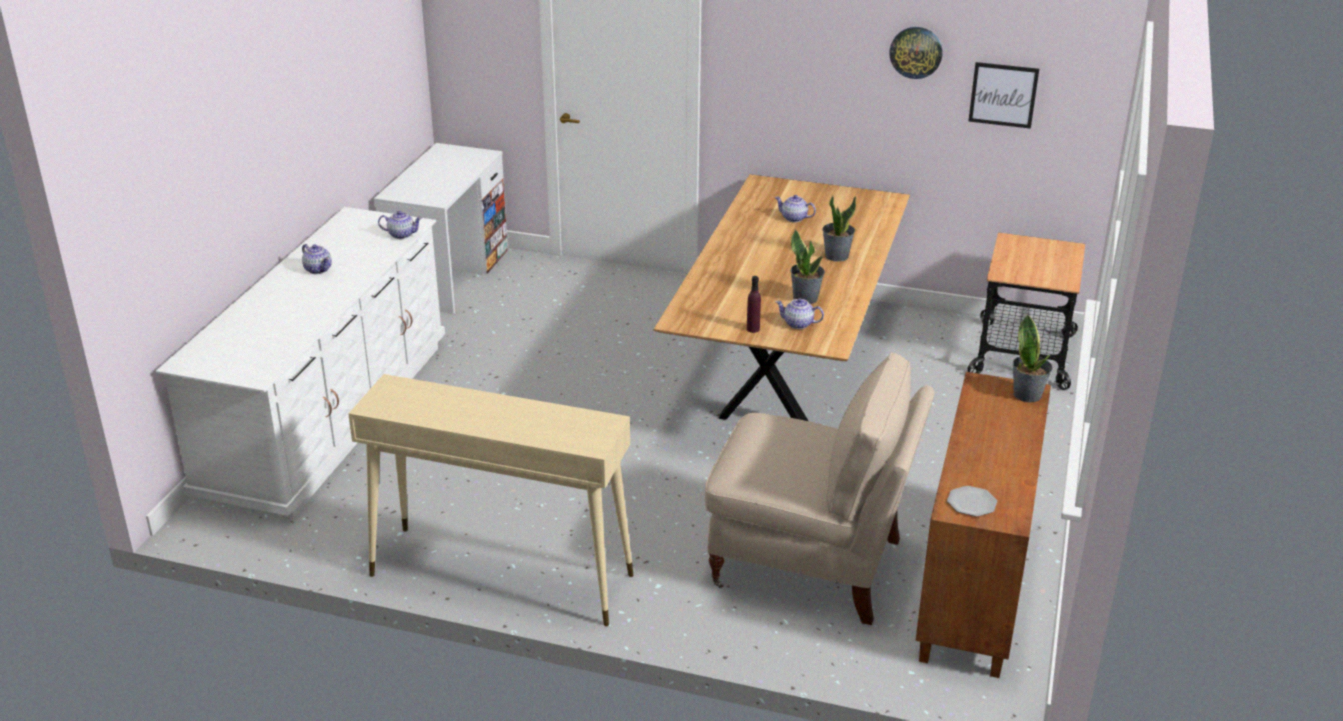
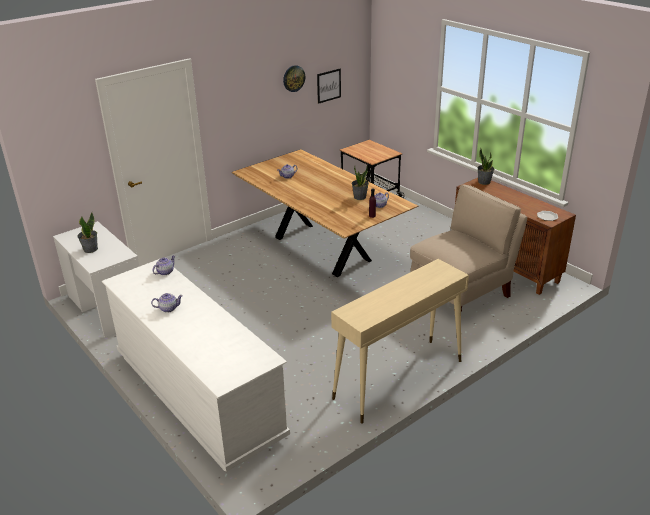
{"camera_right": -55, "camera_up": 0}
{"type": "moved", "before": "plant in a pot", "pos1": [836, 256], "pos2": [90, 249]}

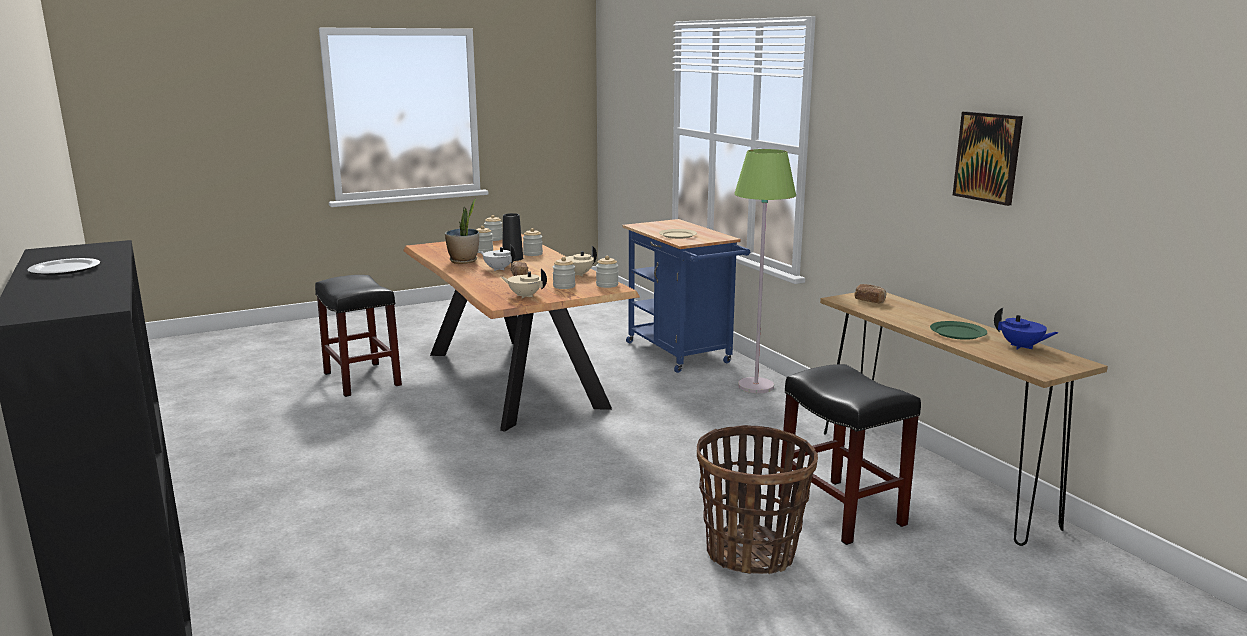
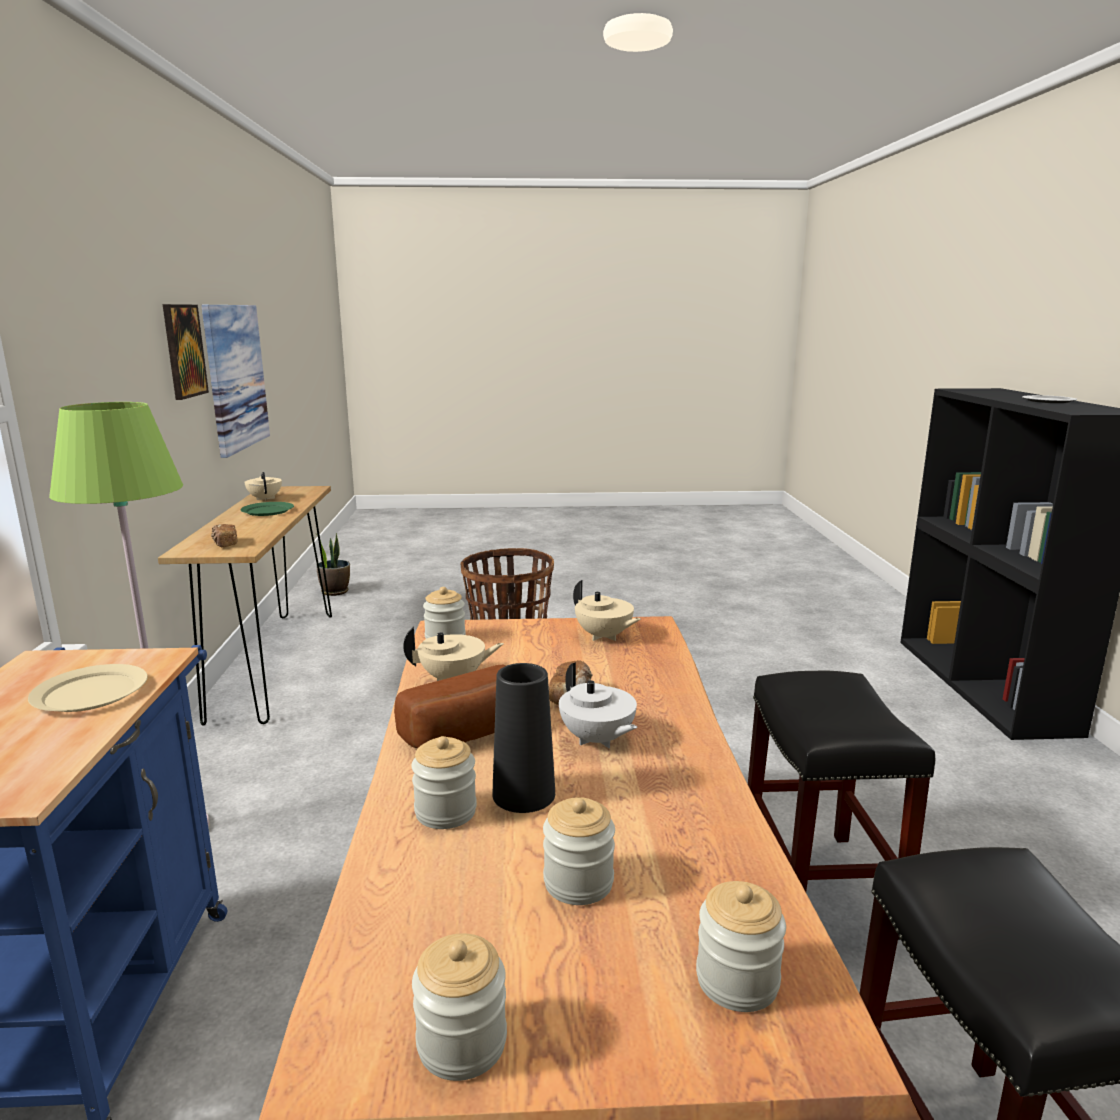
{"camera_right": -155, "camera_up": 0}
{"type": "moved", "before": "plant in a pot", "pos1": [464, 261], "pos2": [335, 591]}
{"type": "moved", "before": "storage jar", "pos1": [564, 286], "pos2": [737, 980]}
{"type": "moved", "before": "stool seat (blackish)", "pos1": [839, 510], "pos2": [820, 886]}
{"type": "recoloured", "before": "tea pot (bluish)", "after": "tea pot (beige)", "pos1": [1021, 347], "pos2": [265, 499]}
{"type": "added", "after": "wall picture", "pos2": [236, 377]}
{"type": "added", "after": "baked bread", "pos2": [468, 734]}

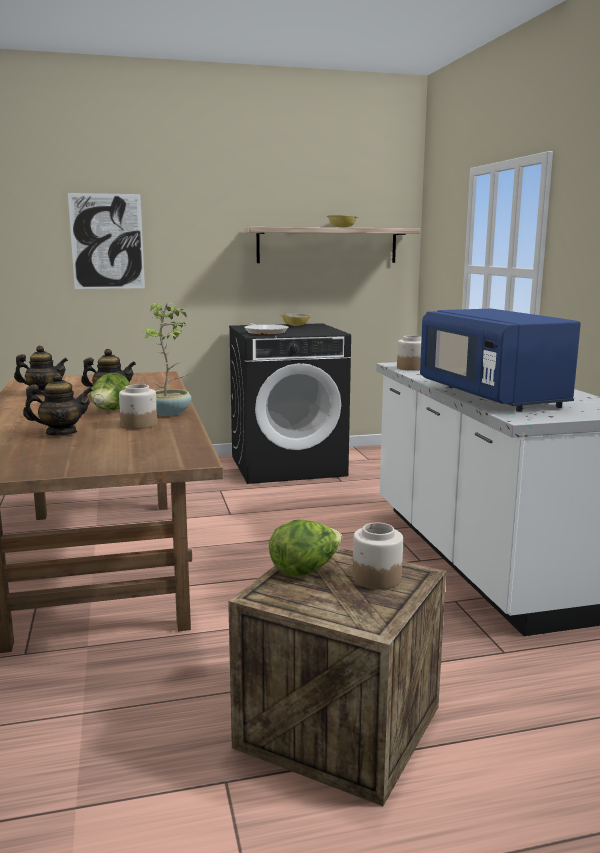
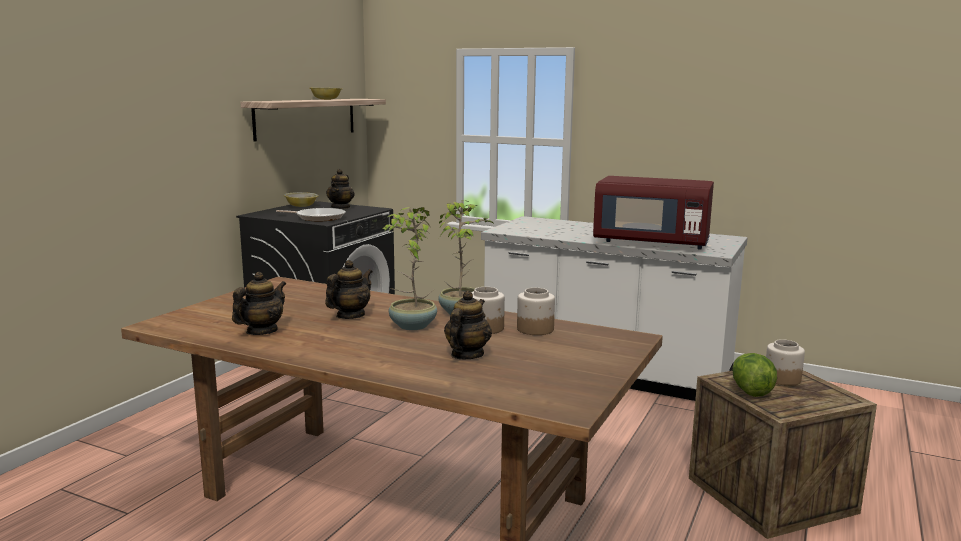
{"camera_right": -50, "camera_up": 0}
{"type": "removed", "before": "wall picture", "pos1": [107, 241]}
{"type": "replaced", "before": "head of lettuce", "after": "plant in a pot", "pos1": [111, 411], "pos2": [411, 326]}
{"type": "moved", "before": "storage jar", "pos1": [411, 368], "pos2": [534, 329]}
{"type": "recoloured", "before": "microwave oven (bluish)", "after": "microwave oven (red-coloured)", "pos1": [492, 396], "pos2": [651, 243]}
{"type": "added", "after": "tea pot", "pos2": [341, 207]}

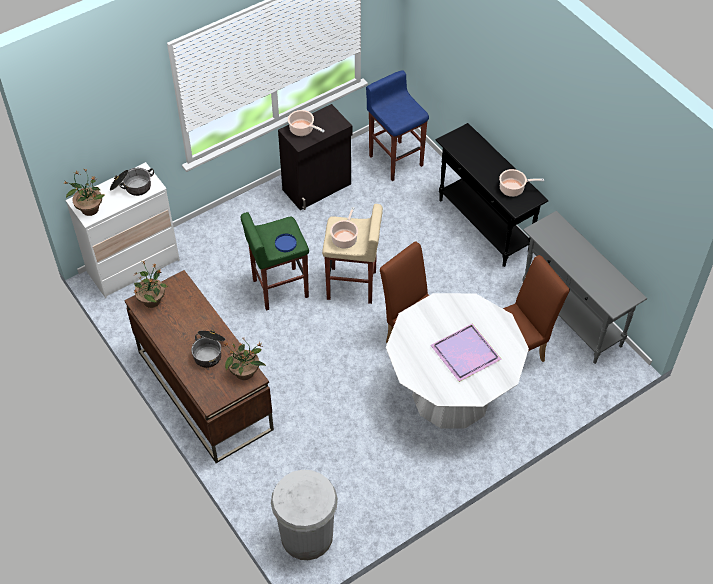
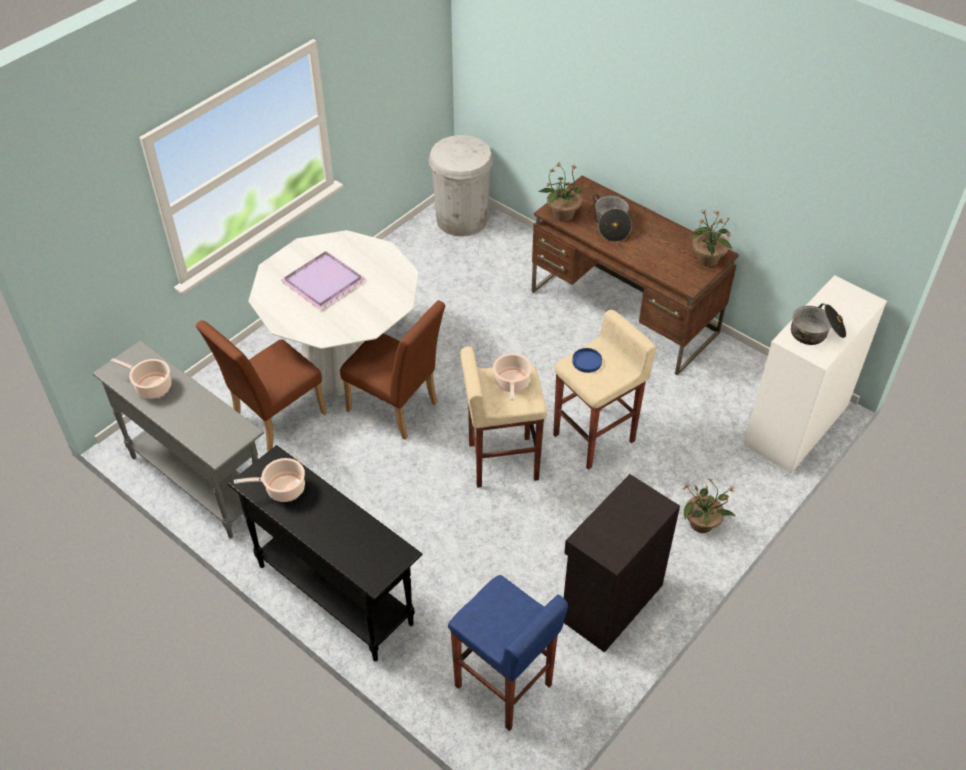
{"camera_right": 165, "camera_up": -5}
{"type": "moved", "before": "plant in a pot", "pos1": [89, 208], "pos2": [702, 524]}
{"type": "recoloured", "before": "stool seat (green-coloured)", "after": "stool seat (beige)", "pos1": [279, 288], "pos2": [595, 438]}
{"type": "moved", "before": "stockpot", "pos1": [303, 130], "pos2": [151, 386]}

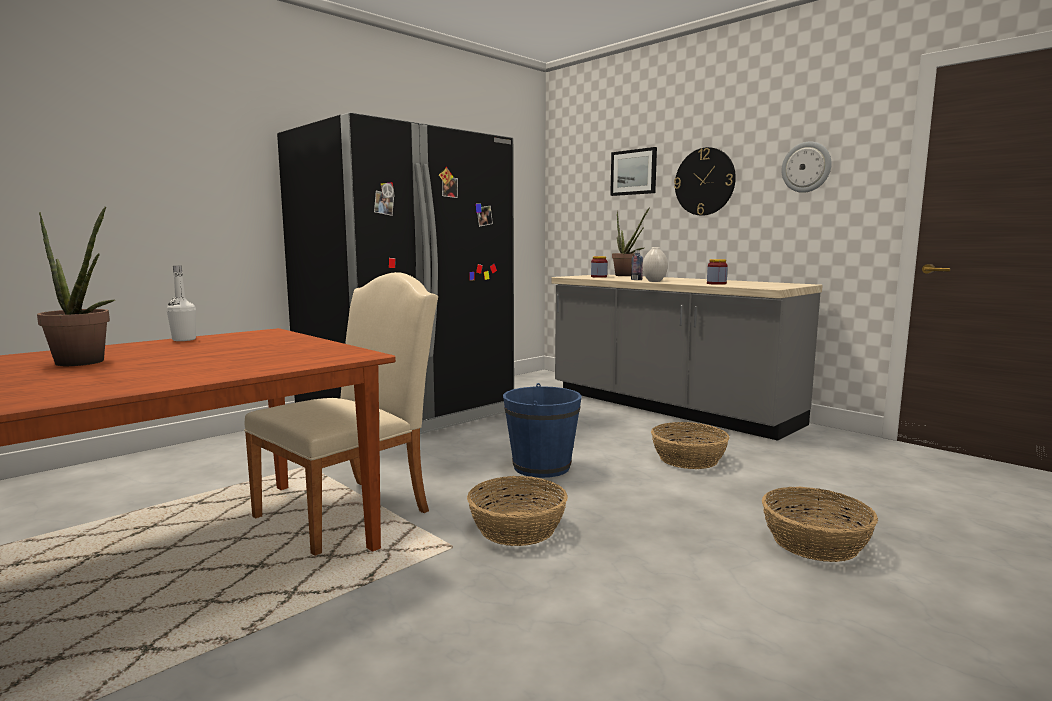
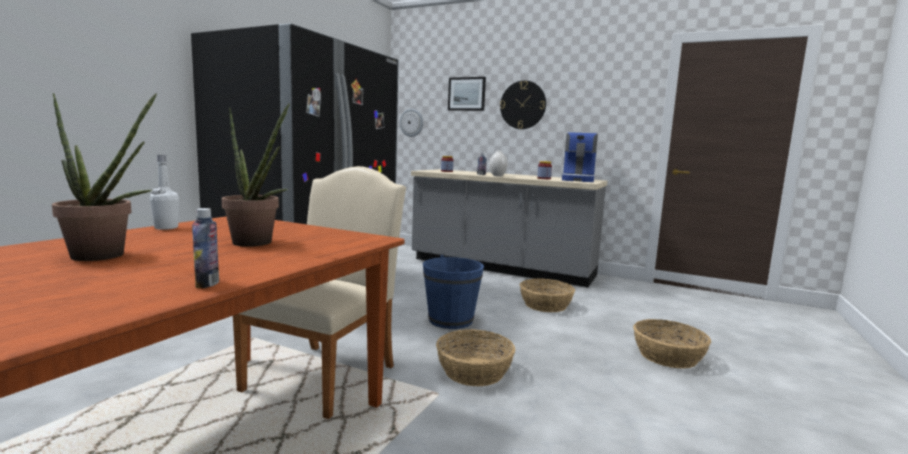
{"camera_right": -20, "camera_up": 0}
{"type": "moved", "before": "plant in a pot", "pos1": [627, 276], "pos2": [257, 244]}
{"type": "moved", "before": "clock on the wall", "pos1": [806, 167], "pos2": [411, 122]}
{"type": "added", "after": "drink bottle", "pos2": [207, 284]}
{"type": "added", "after": "coffee machine", "pos2": [578, 180]}

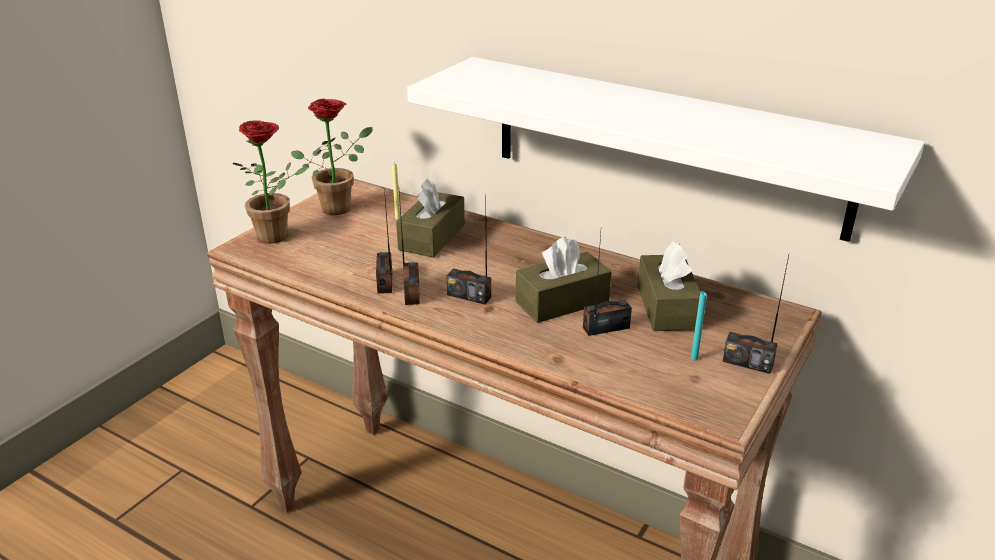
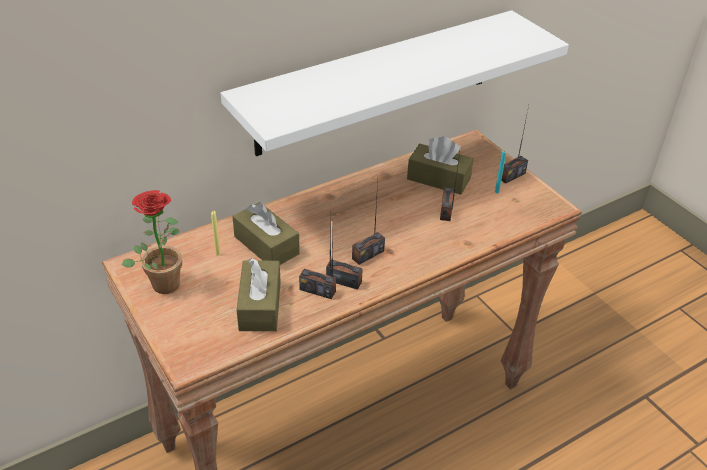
{"camera_right": -65, "camera_up": 10}
{"type": "removed", "before": "plant in a pot", "pos1": [279, 236]}
{"type": "moved", "before": "tissue holder (brown-coloured)", "pos1": [562, 302], "pos2": [260, 305]}

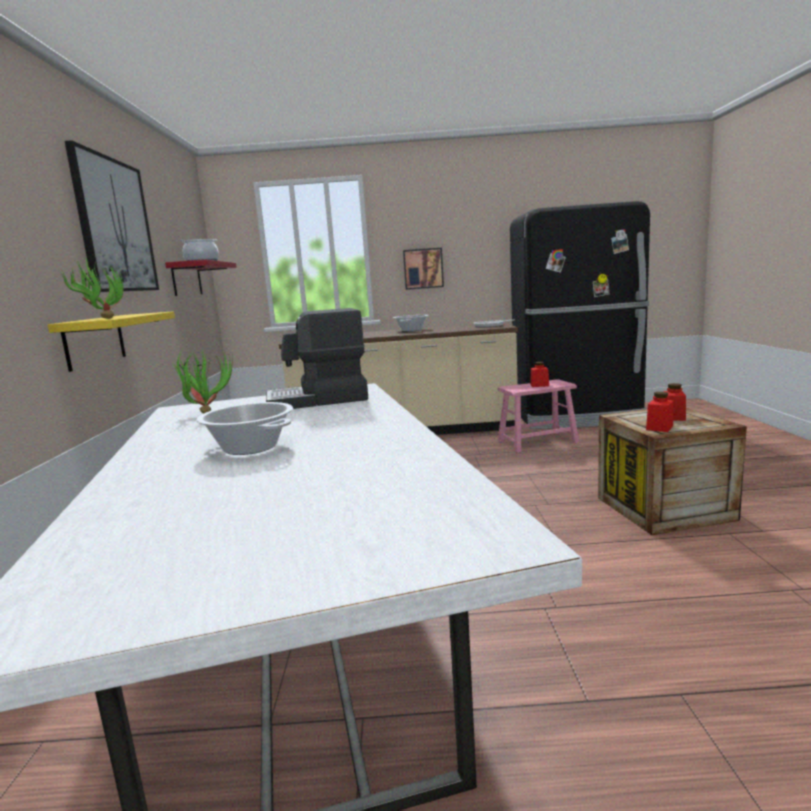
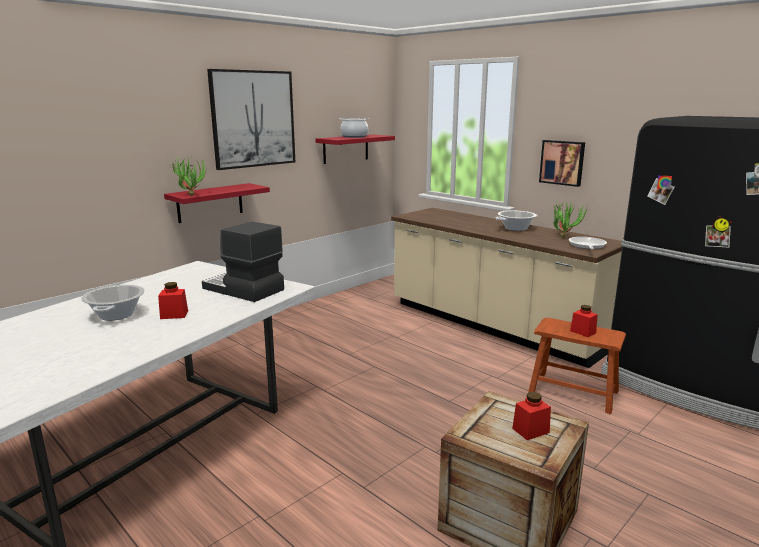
{"camera_right": 45, "camera_up": 5}
{"type": "recoloured", "before": "shelf (yellow)", "after": "shelf (red-coloured)", "pos1": [95, 341], "pos2": [210, 203]}
{"type": "moved", "before": "plant in a pot", "pos1": [207, 412], "pos2": [564, 236]}
{"type": "recoloured", "before": "stool seat (pink-coloured)", "after": "stool seat (brown-coloured)", "pos1": [537, 442], "pos2": [573, 392]}
{"type": "moved", "before": "storage jar (red-coloured)", "pos1": [659, 427], "pos2": [174, 315]}

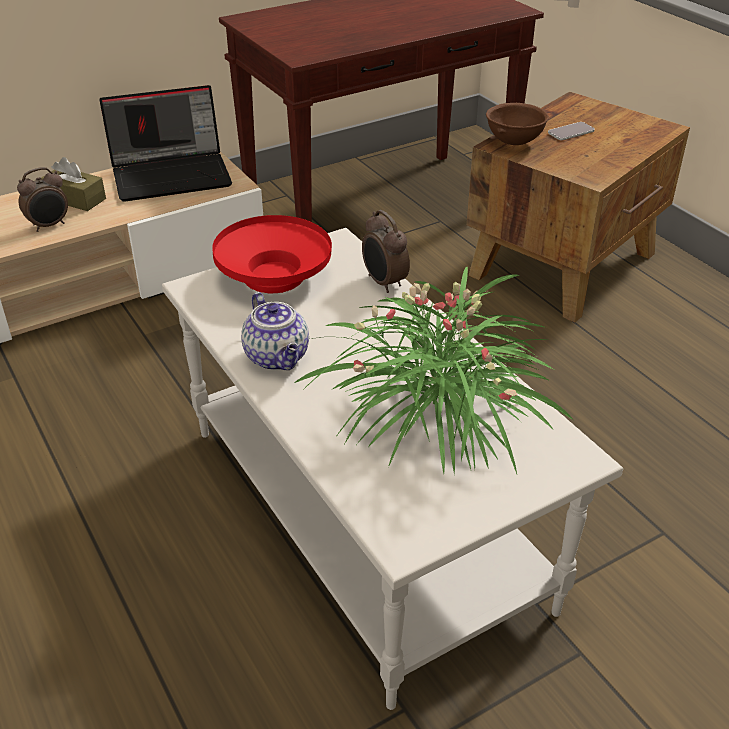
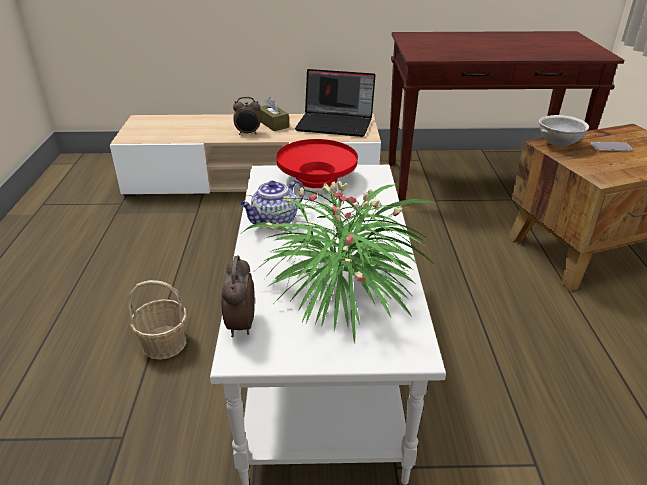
{"camera_right": 30, "camera_up": -5}
{"type": "turned", "before": "tea pot", "pos1": [278, 358], "pos2": [274, 222], "turn": 45}
{"type": "moved", "before": "table clock", "pos1": [384, 283], "pos2": [240, 325]}
{"type": "recoloured", "before": "bowl (brown-coloured)", "after": "bowl (greyish)", "pos1": [513, 142], "pos2": [557, 144]}
{"type": "added", "after": "storage basket", "pos2": [164, 343]}

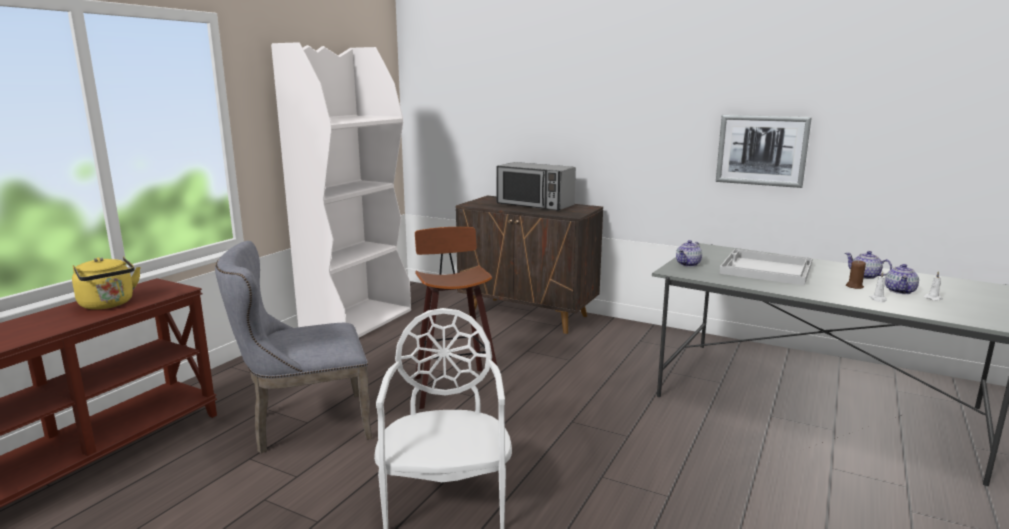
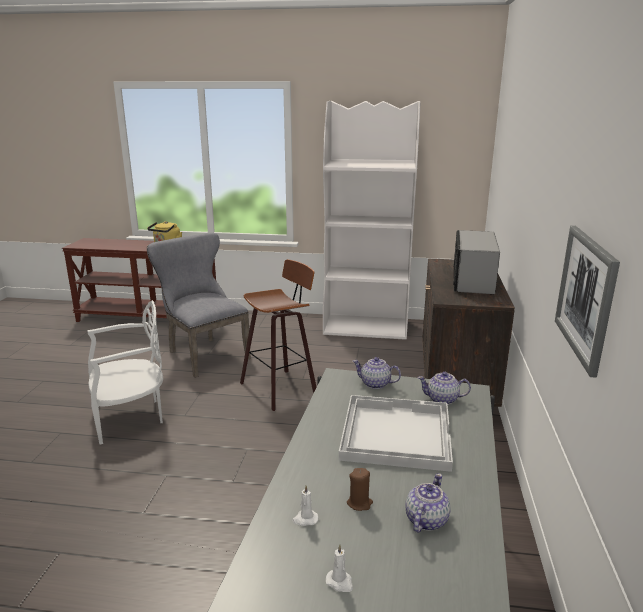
{"camera_right": 70, "camera_up": 5}
{"type": "moved", "before": "tea pot", "pos1": [900, 291], "pos2": [442, 399]}

